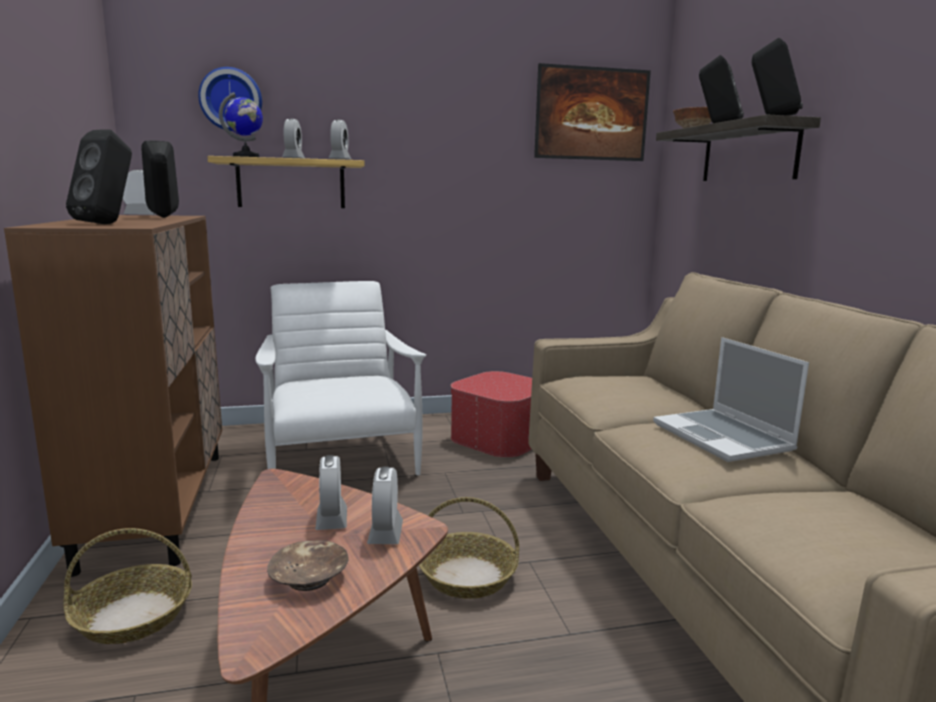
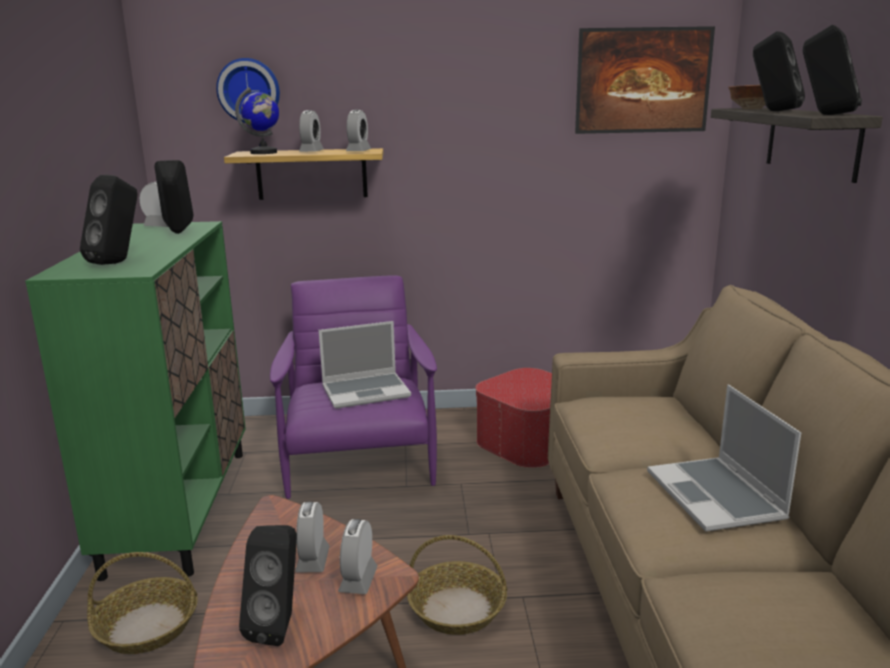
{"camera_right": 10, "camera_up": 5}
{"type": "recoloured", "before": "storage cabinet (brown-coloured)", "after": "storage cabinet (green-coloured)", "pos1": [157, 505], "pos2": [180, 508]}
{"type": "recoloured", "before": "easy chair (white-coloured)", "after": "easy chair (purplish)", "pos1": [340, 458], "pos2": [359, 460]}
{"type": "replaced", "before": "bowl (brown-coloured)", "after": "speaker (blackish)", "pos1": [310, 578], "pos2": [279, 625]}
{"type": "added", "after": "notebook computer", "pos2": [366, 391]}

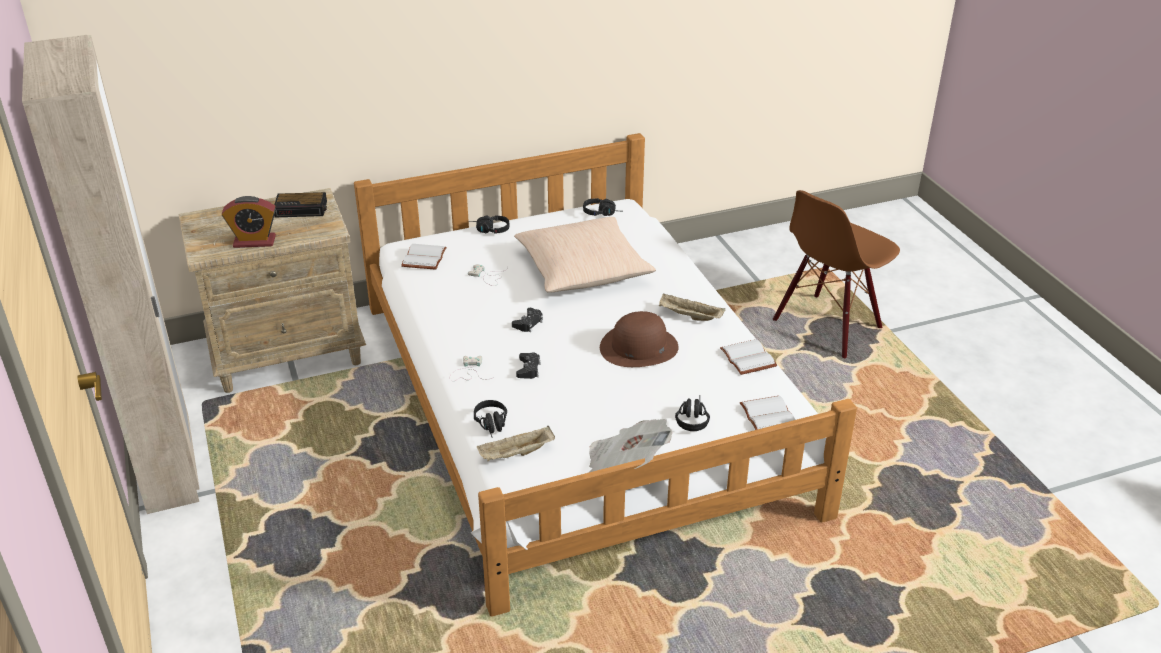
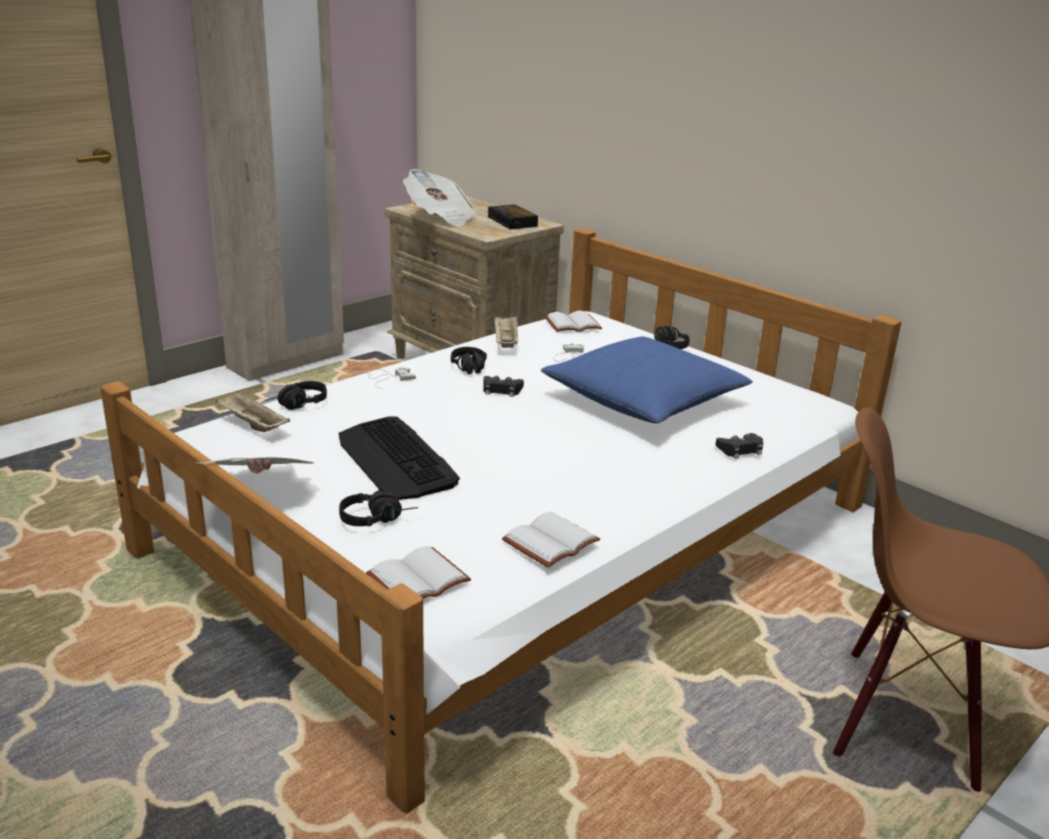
{"camera_right": 65, "camera_up": -10}
{"type": "replaced", "before": "table clock", "after": "printed paper", "pos1": [254, 241], "pos2": [440, 218]}
{"type": "recoloured", "before": "pillow (beige)", "after": "pillow (bluish)", "pos1": [583, 269], "pos2": [644, 400]}
{"type": "moved", "before": "joypad (blackish)", "pos1": [528, 369], "pos2": [740, 450]}
{"type": "moved", "before": "headset (blackish)", "pos1": [603, 213], "pos2": [471, 370]}
{"type": "removed", "before": "wearable hat (brown-coloured)", "pos1": [638, 347]}
{"type": "moved", "before": "tray (beige)", "pos1": [689, 316], "pos2": [505, 342]}
{"type": "added", "after": "PC keyboard", "pos2": [396, 460]}

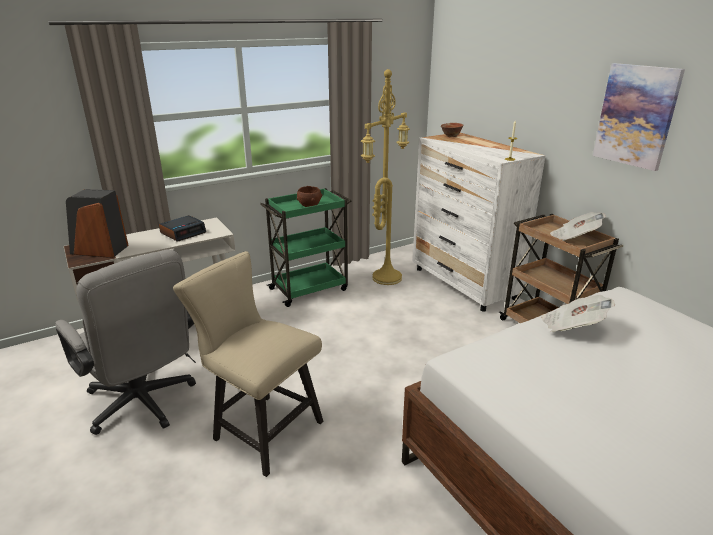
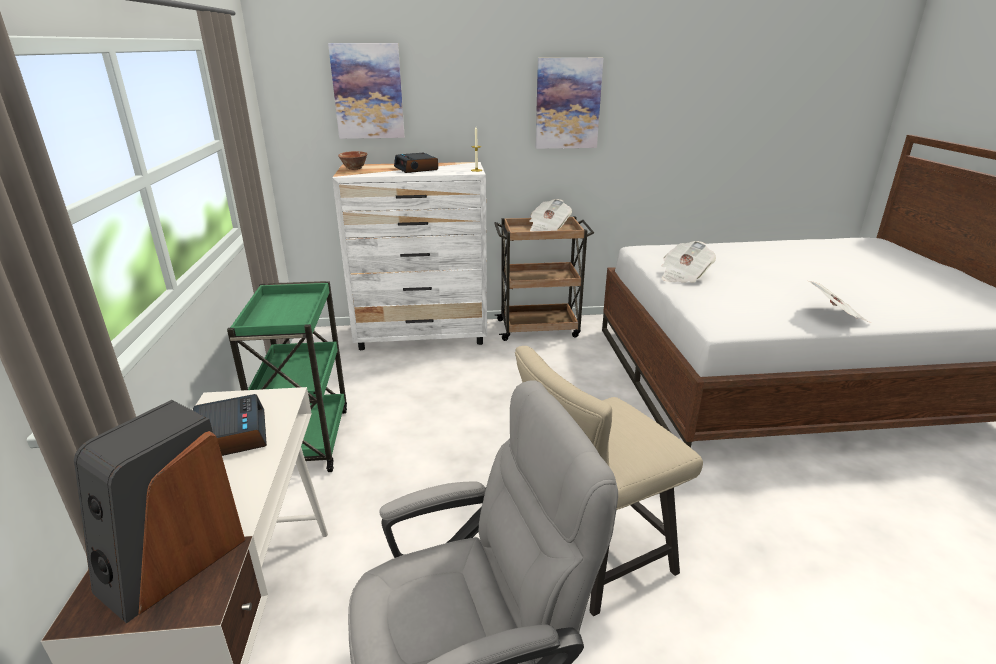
{"camera_right": -65, "camera_up": 0}
{"type": "removed", "before": "bowl (brown-coloured)", "pos1": [309, 206]}
{"type": "removed", "before": "standard lamp (yellow)", "pos1": [386, 277]}
{"type": "added", "after": "wall picture", "pos2": [368, 91]}
{"type": "added", "after": "table clock", "pos2": [416, 168]}
{"type": "added", "after": "printed paper", "pos2": [834, 316]}

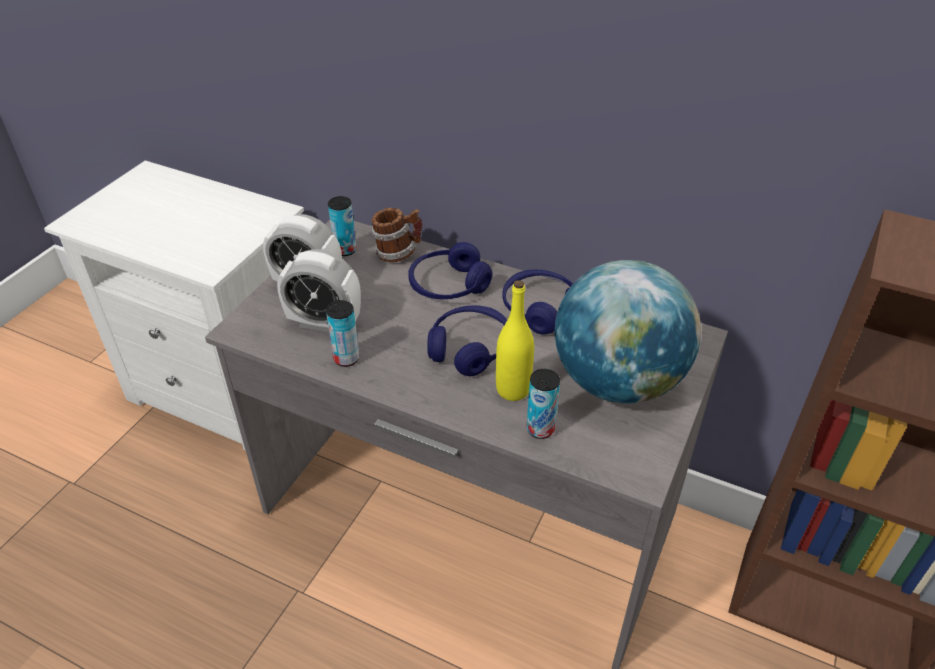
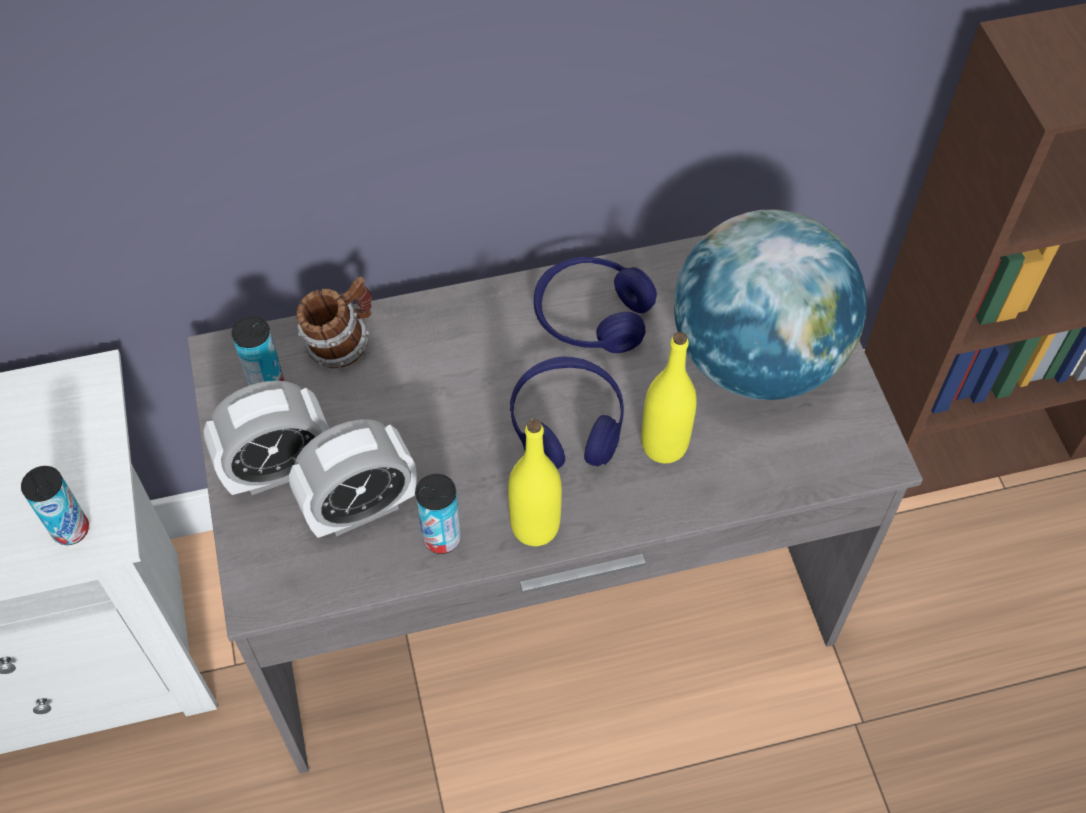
{"camera_right": -40, "camera_up": 15}
{"type": "removed", "before": "headset (bluish)", "pos1": [448, 286]}
{"type": "moved", "before": "can", "pos1": [540, 429], "pos2": [71, 530]}
{"type": "added", "after": "drink bottle (yellow)", "pos2": [535, 526]}

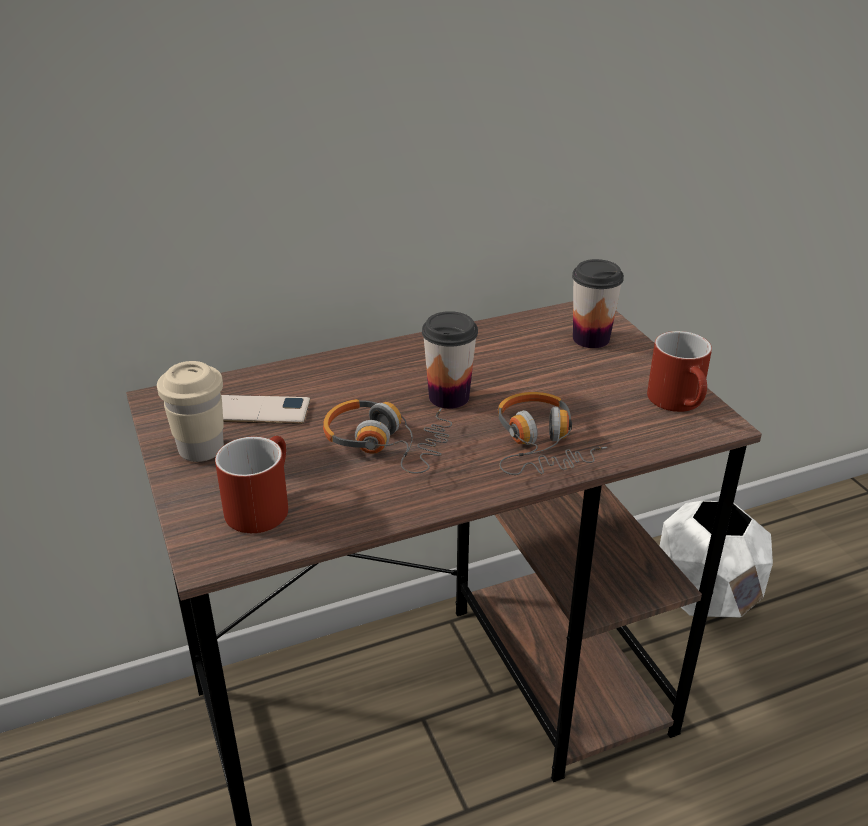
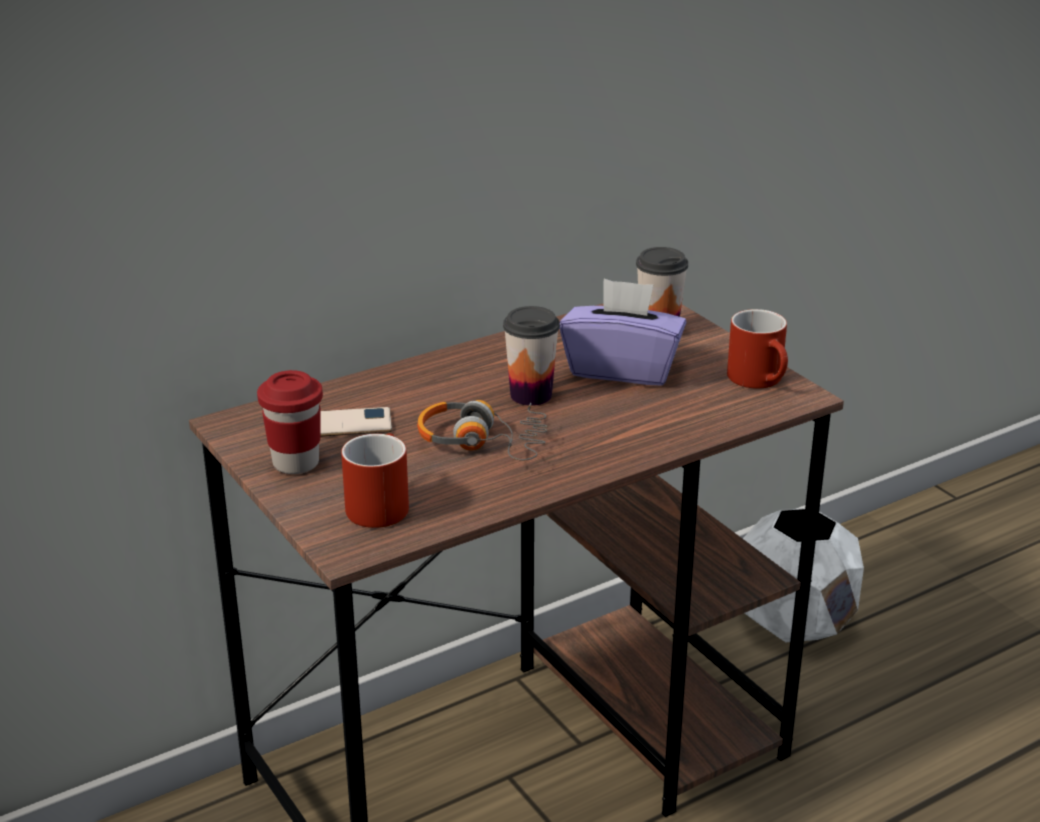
{"camera_right": -10, "camera_up": -5}
{"type": "recoloured", "before": "cup (beige)", "after": "cup (red-coloured)", "pos1": [201, 449], "pos2": [296, 463]}
{"type": "removed", "before": "headset", "pos1": [539, 445]}
{"type": "added", "after": "tissue holder (purplish)", "pos2": [622, 369]}

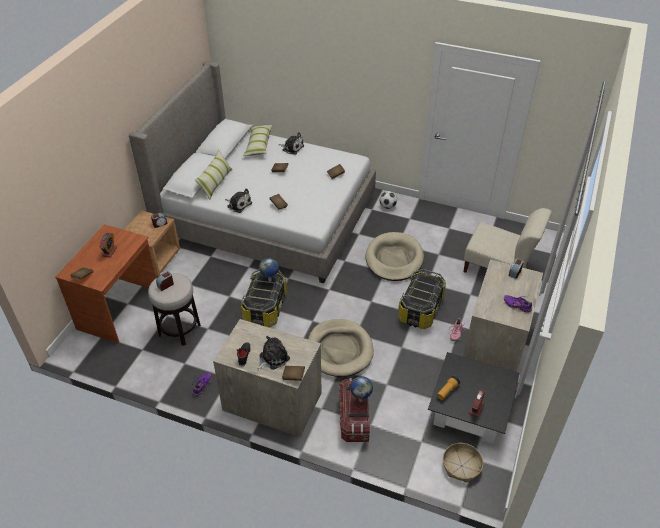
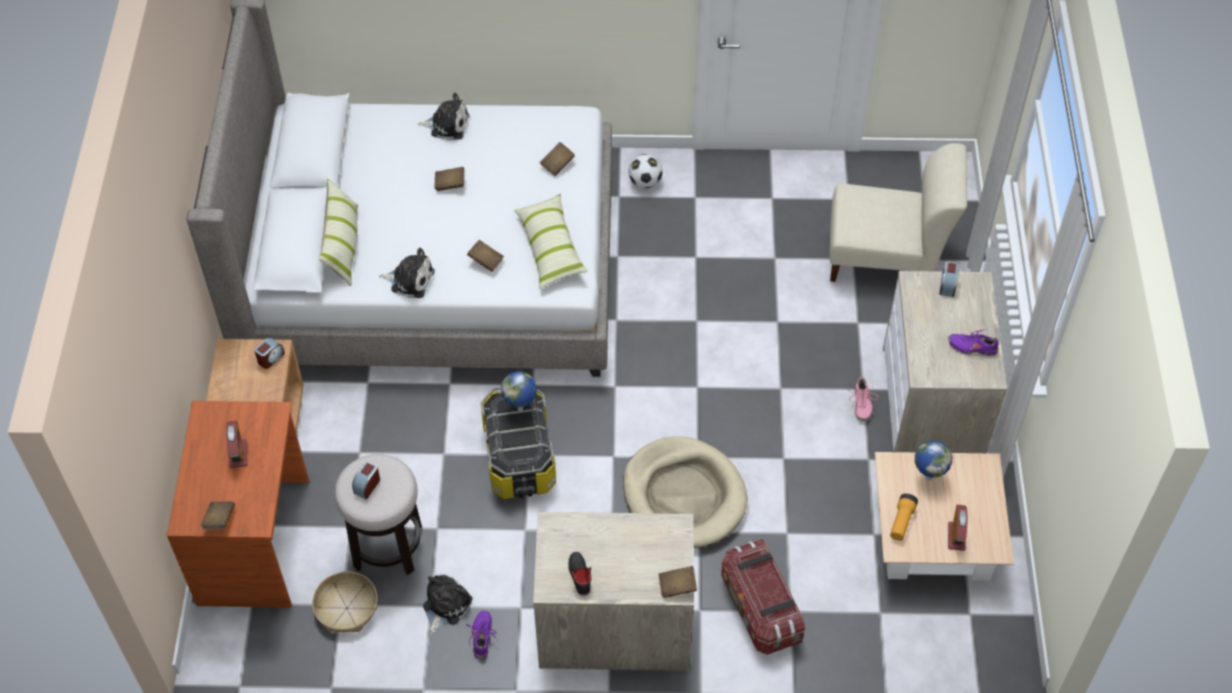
{"camera_right": -20, "camera_up": 10}
{"type": "moved", "before": "pillow", "pos1": [258, 145], "pos2": [550, 248]}
{"type": "moved", "before": "plush toy", "pos1": [272, 358], "pos2": [445, 605]}
{"type": "moved", "before": "desk globe", "pos1": [361, 400], "pos2": [928, 477]}
{"type": "removed", "before": "dog cushion (beige)", "pos1": [394, 259]}
{"type": "removed", "before": "storage container", "pos1": [421, 309]}
{"type": "recoloured", "before": "coffee table (blackish)", "after": "coffee table (beige)", "pos1": [469, 410], "pos2": [934, 535]}
{"type": "moved", "before": "storage basket", "pos1": [461, 466], "pos2": [347, 608]}

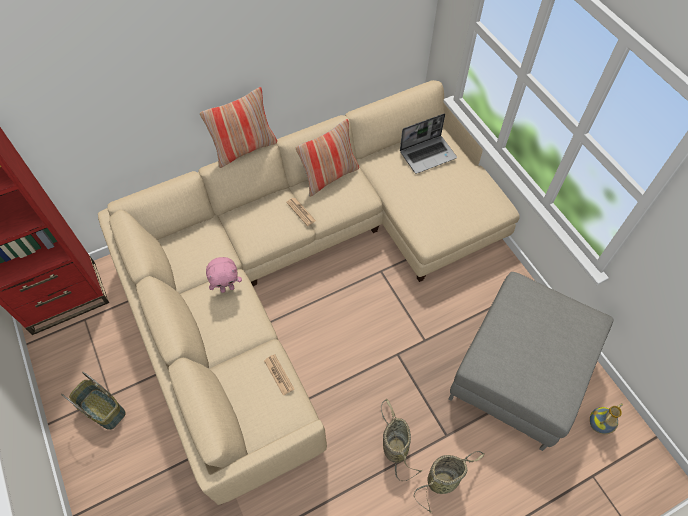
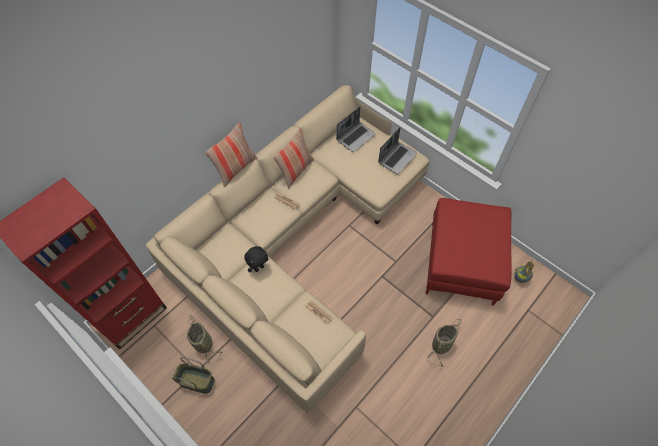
{"camera_right": -20, "camera_up": 0}
{"type": "recoloured", "before": "plush toy (pink-coloured)", "after": "plush toy (blackish)", "pos1": [227, 288], "pos2": [259, 268]}
{"type": "moved", "before": "storage basket", "pos1": [394, 445], "pos2": [203, 342]}
{"type": "recoloured", "before": "ottoman (greyish)", "after": "ottoman (red-coloured)", "pos1": [518, 372], "pos2": [461, 262]}
{"type": "added", "after": "notebook computer", "pos2": [397, 158]}

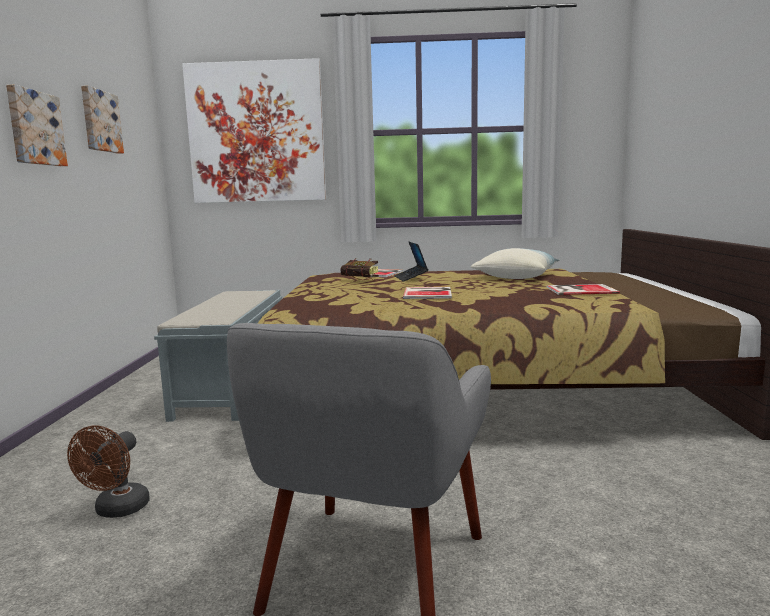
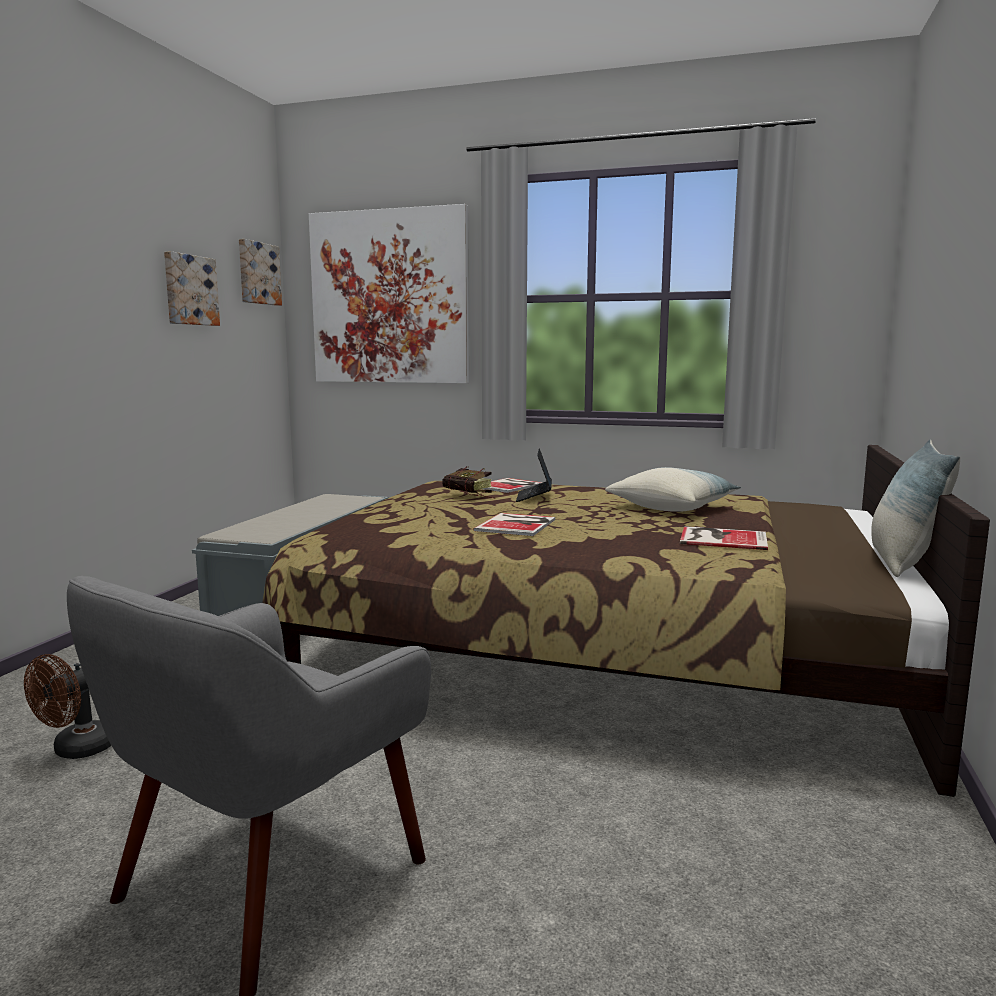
{"camera_right": 15, "camera_up": 0}
{"type": "moved", "before": "wall picture", "pos1": [34, 128], "pos2": [258, 273]}
{"type": "added", "after": "pillow", "pos2": [902, 563]}

